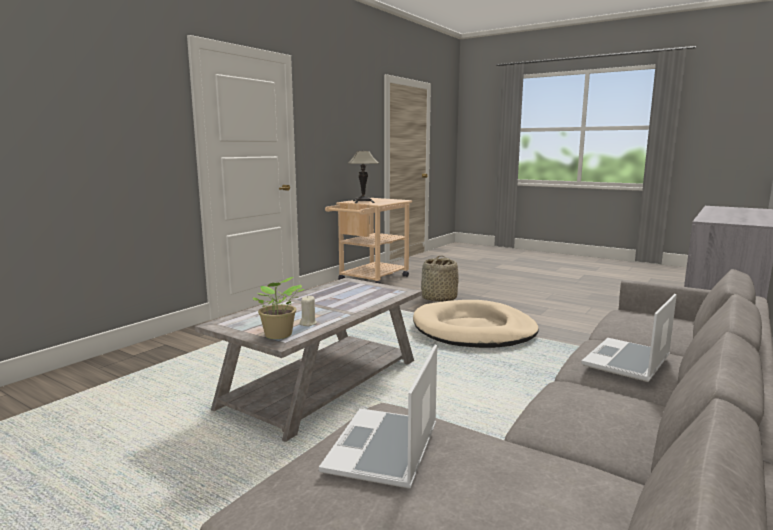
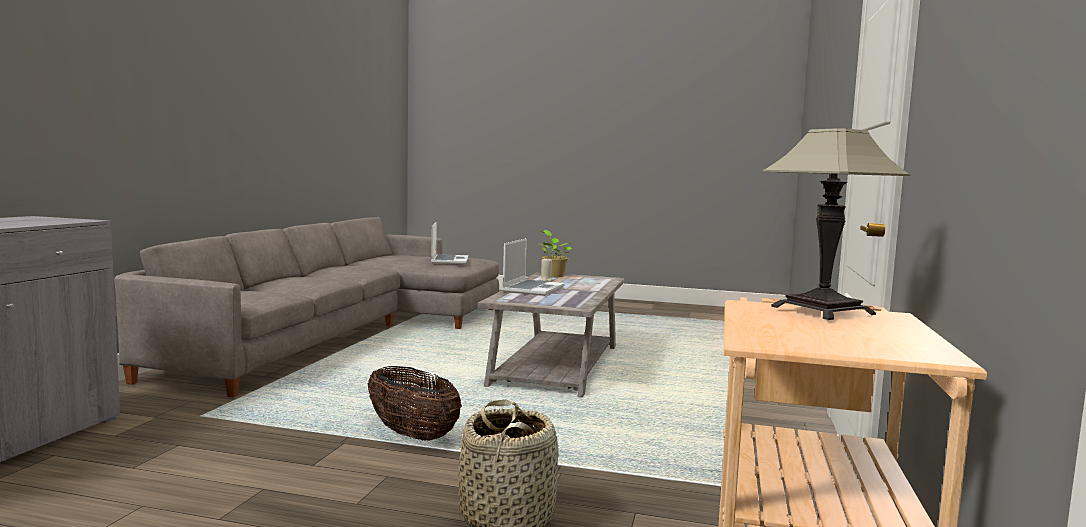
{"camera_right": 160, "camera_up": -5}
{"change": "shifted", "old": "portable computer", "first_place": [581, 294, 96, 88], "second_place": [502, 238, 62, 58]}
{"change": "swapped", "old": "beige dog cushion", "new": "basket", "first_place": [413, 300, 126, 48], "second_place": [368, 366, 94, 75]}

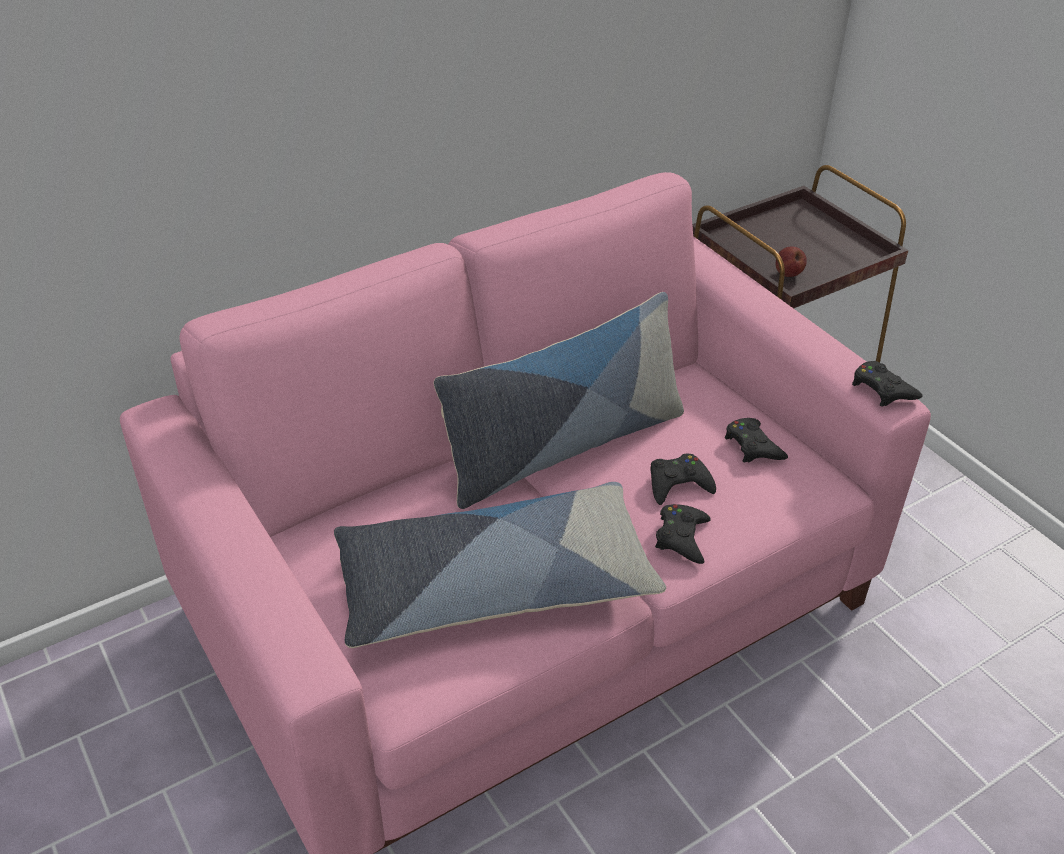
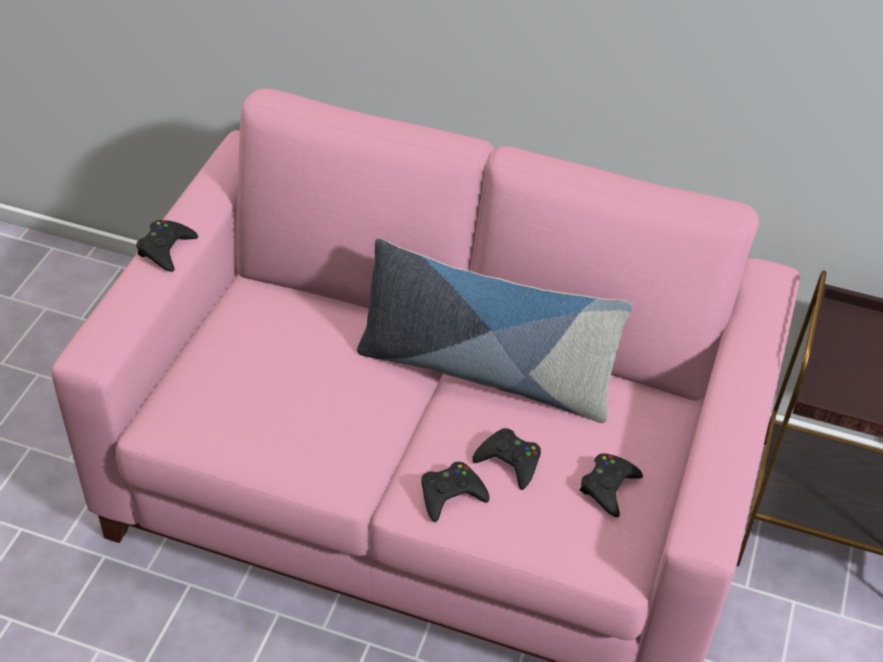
{"camera_right": 50, "camera_up": 5}
{"change": "gone", "old": "throw pillow", "first_place": [334, 482, 332, 166]}
{"change": "gone", "old": "apple", "first_place": [776, 247, 31, 30]}
{"change": "shifted", "old": "black joypad", "first_place": [852, 361, 71, 46], "second_place": [136, 220, 62, 52]}

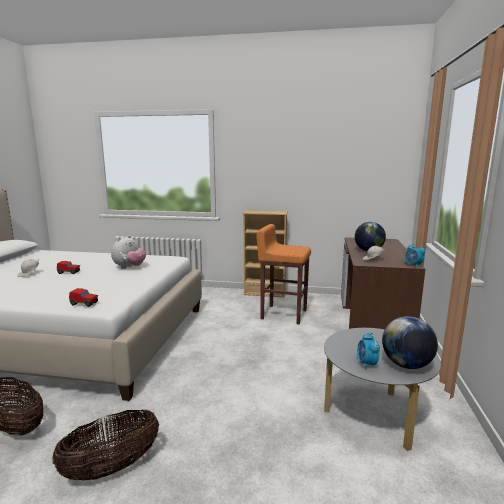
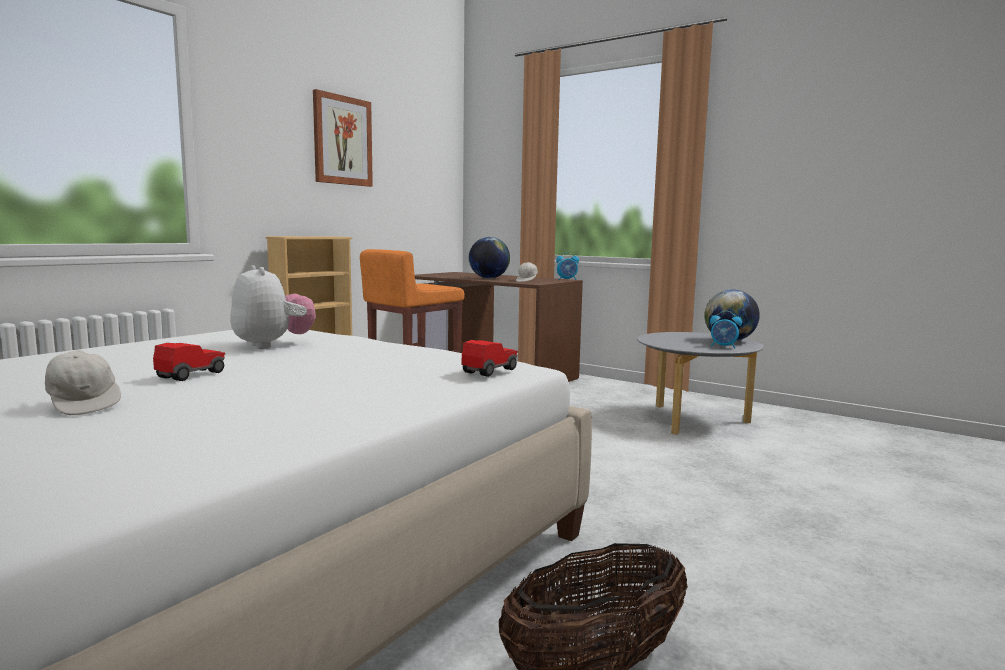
{"camera_right": -65, "camera_up": -5}
{"change": "gone", "old": "basket", "first_place": [52, 409, 107, 71]}
{"change": "new", "new": "picture", "second_place": [313, 89, 60, 98]}

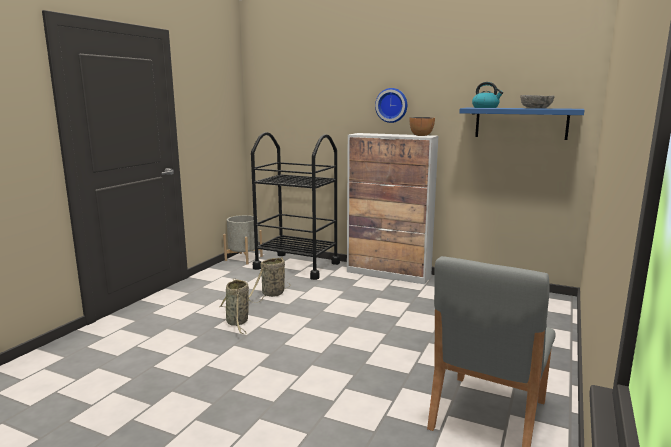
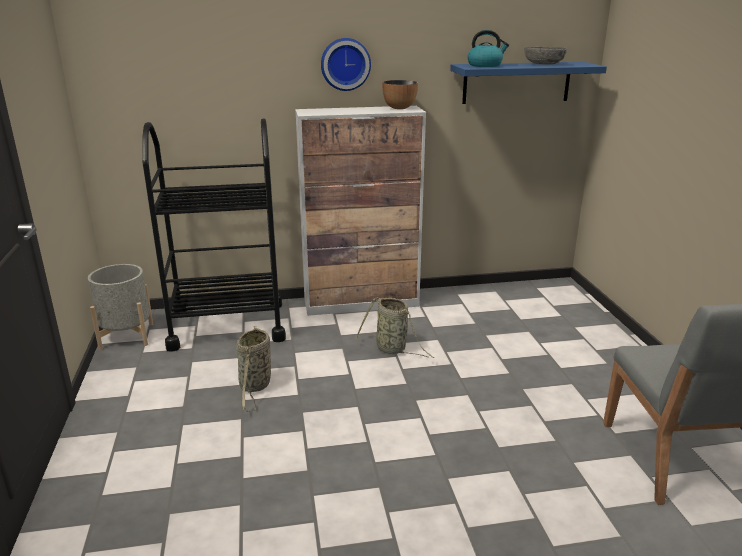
{"camera_right": -35, "camera_up": 10}
{"change": "shifted", "old": "basket", "first_place": [219, 278, 30, 56], "second_place": [356, 298, 78, 60]}

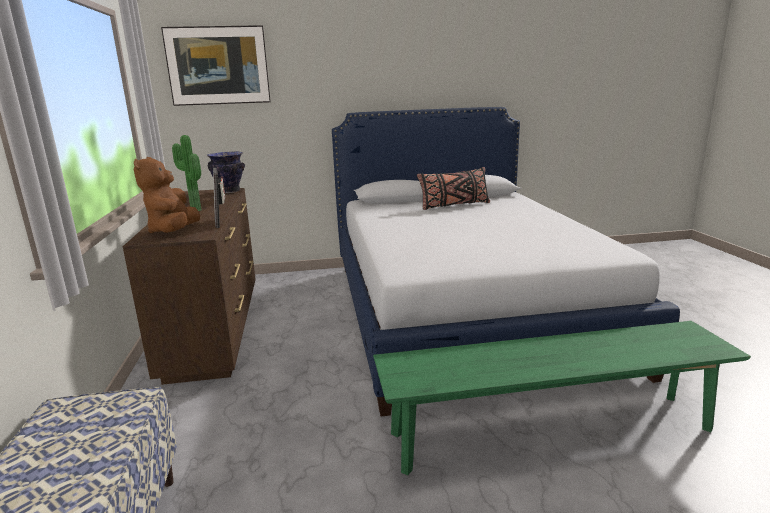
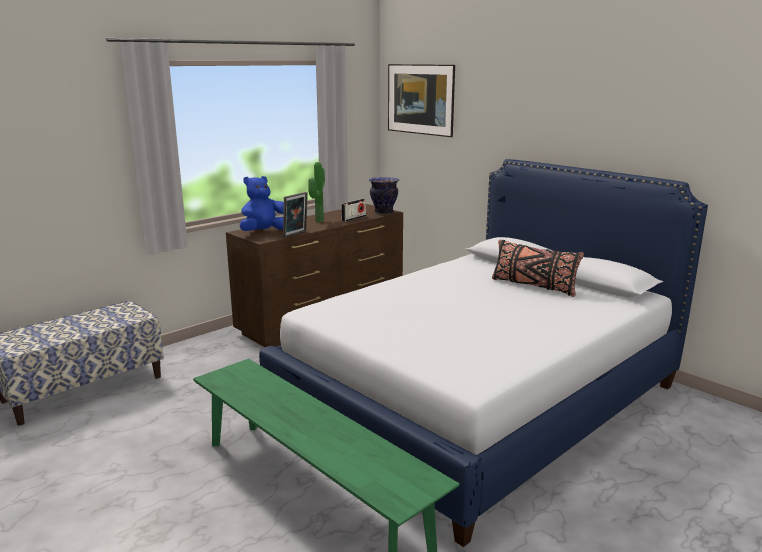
{"camera_right": 55, "camera_up": 0}
{"change": "repainted", "old": "brown soft toy", "new": "bluish soft toy", "first_place": [134, 157, 66, 76], "second_place": [240, 176, 44, 55]}

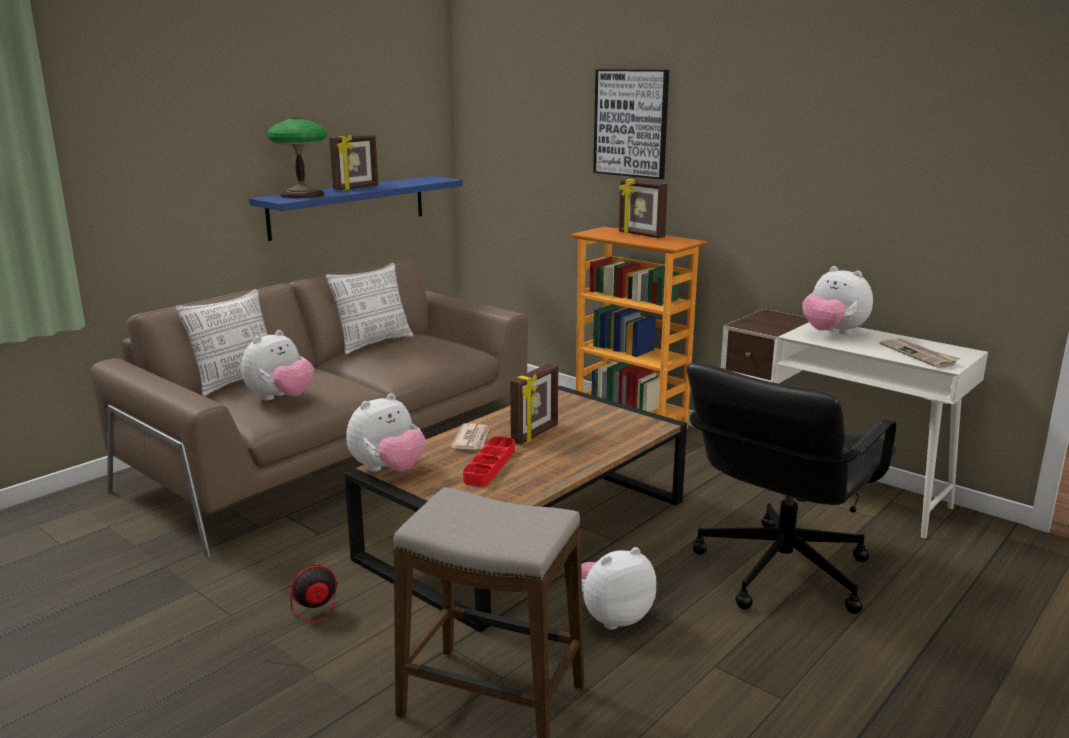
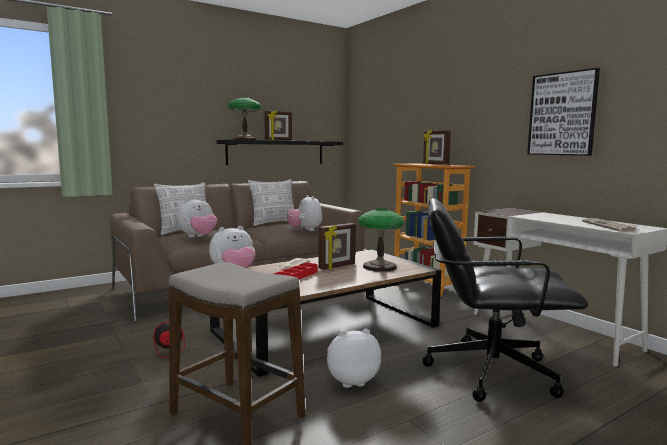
{"camera_right": 15, "camera_up": -10}
{"change": "new", "new": "lamp for a table", "second_place": [358, 208, 46, 64]}
{"change": "shifted", "old": "picture", "first_place": [593, 69, 76, 110], "second_place": [527, 68, 73, 88]}
{"change": "shifted", "old": "soft toy", "first_place": [802, 266, 71, 69], "second_place": [287, 195, 35, 36]}
{"change": "repainted", "old": "bluish wall shelf", "new": "black wall shelf", "first_place": [249, 176, 214, 65], "second_place": [216, 140, 127, 25]}
{"change": "rotated", "old": "black desk chair", "first_place": [687, 363, 209, 251], "second_place": [422, 198, 166, 204], "degrees": 45}

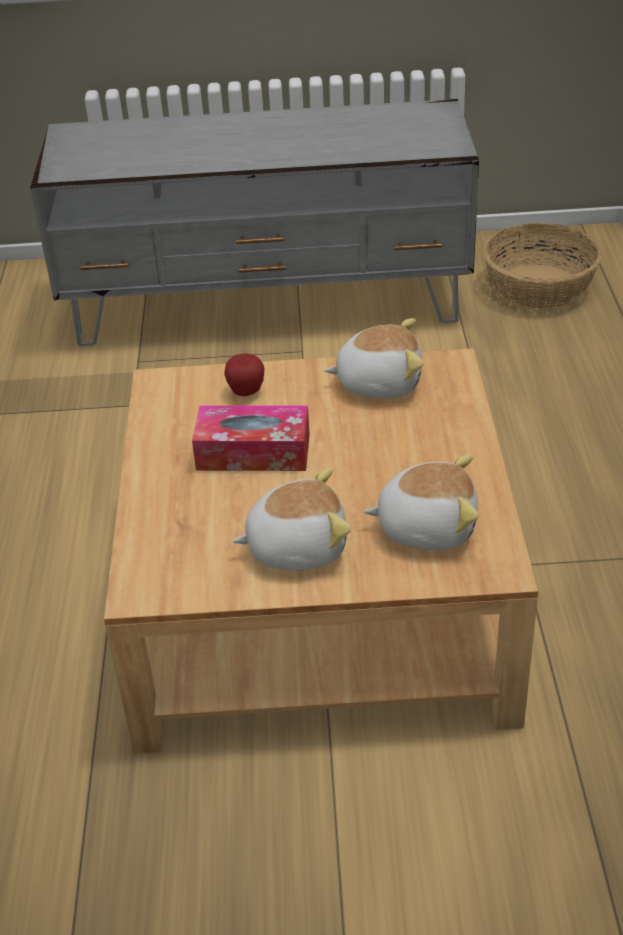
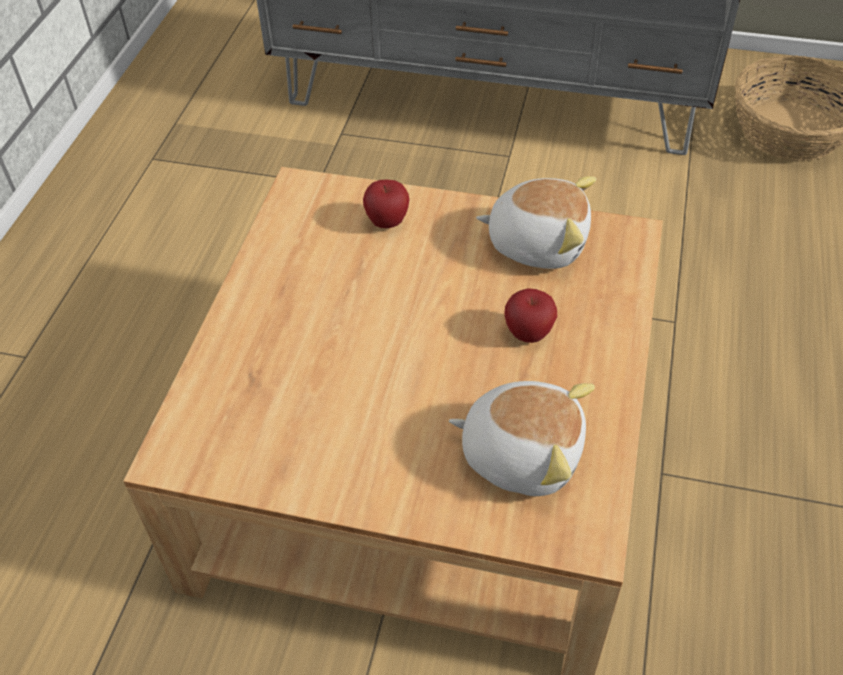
{"camera_right": 15, "camera_up": 10}
{"change": "gone", "old": "tissue holder", "first_place": [192, 405, 118, 66]}
{"change": "gone", "old": "soft toy", "first_place": [232, 468, 119, 102]}
{"change": "new", "new": "apple", "second_place": [504, 288, 53, 55]}

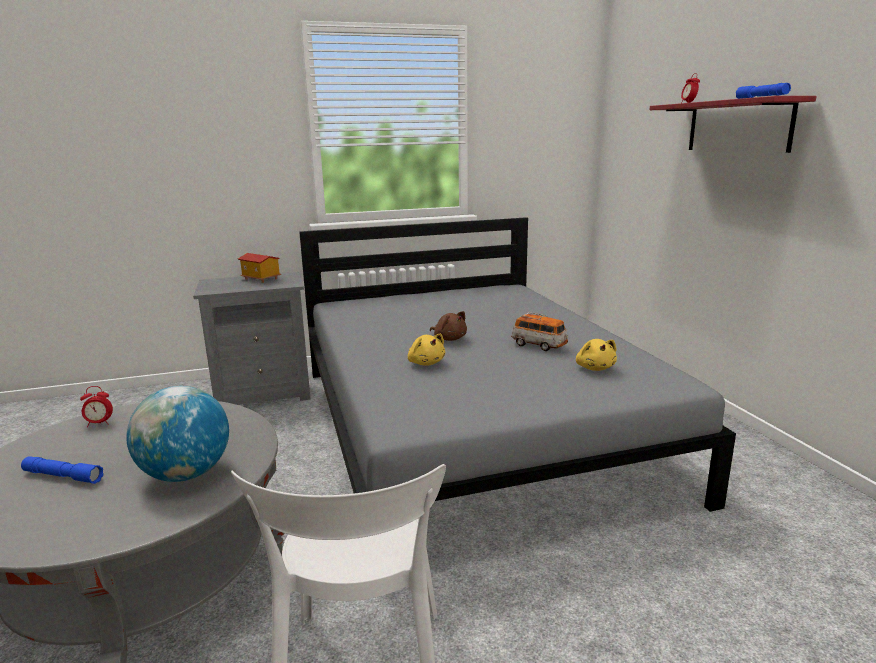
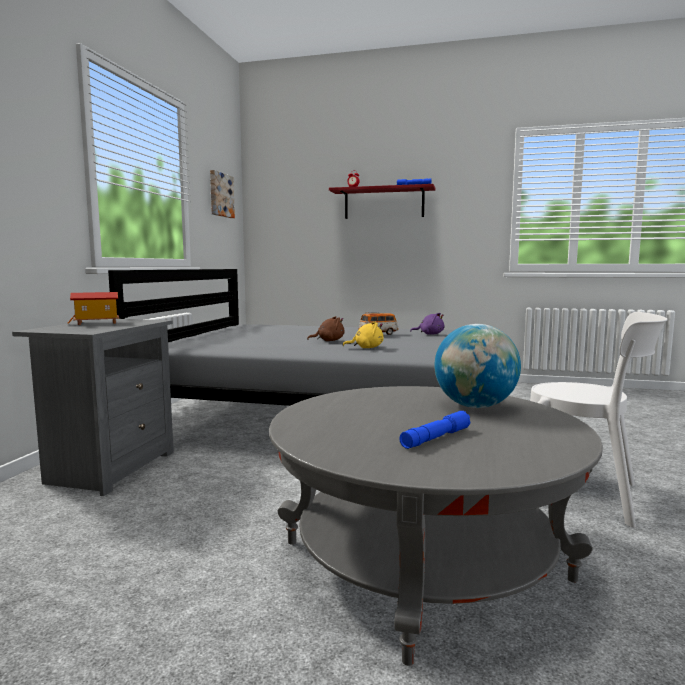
{"camera_right": -60, "camera_up": -10}
{"change": "gone", "old": "bedside clock", "first_place": [80, 386, 33, 41]}
{"change": "new", "new": "picture", "second_place": [210, 170, 25, 48]}
{"change": "repainted", "old": "yellowish soft toy", "new": "purple soft toy", "first_place": [576, 339, 41, 32], "second_place": [410, 313, 34, 22]}

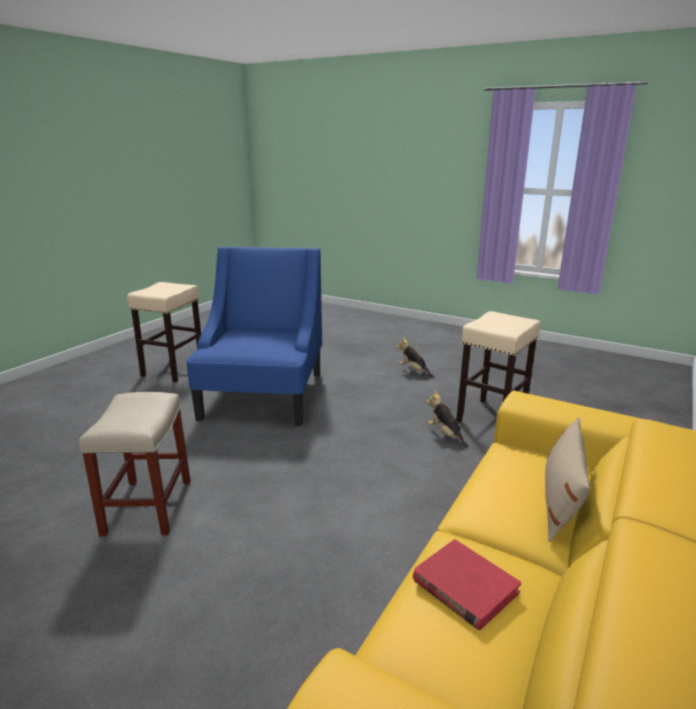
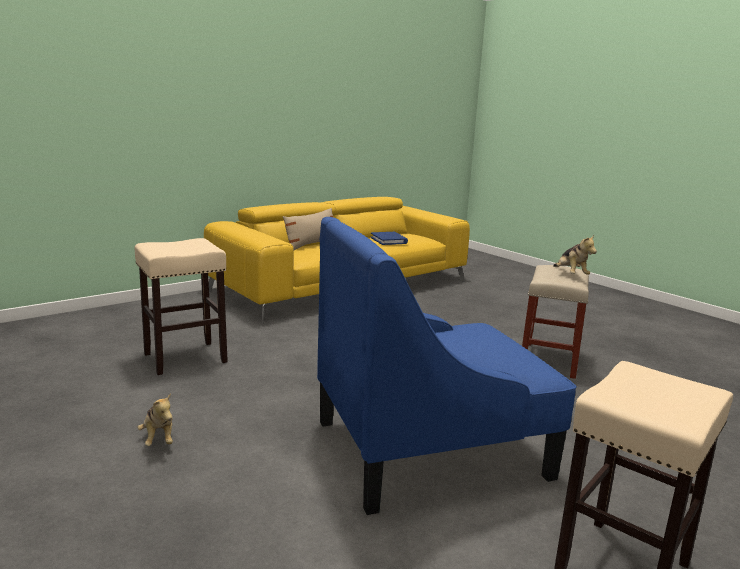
{"camera_right": -160, "camera_up": -5}
{"change": "shifted", "old": "soft toy", "first_place": [426, 390, 43, 58], "second_place": [553, 235, 44, 40]}
{"change": "repainted", "old": "reddish book", "new": "bluish book", "first_place": [413, 539, 108, 91], "second_place": [370, 232, 38, 13]}
{"change": "rotated", "old": "bluish lounge chair", "first_place": [186, 246, 136, 180], "second_place": [317, 217, 260, 298], "degrees": 45}

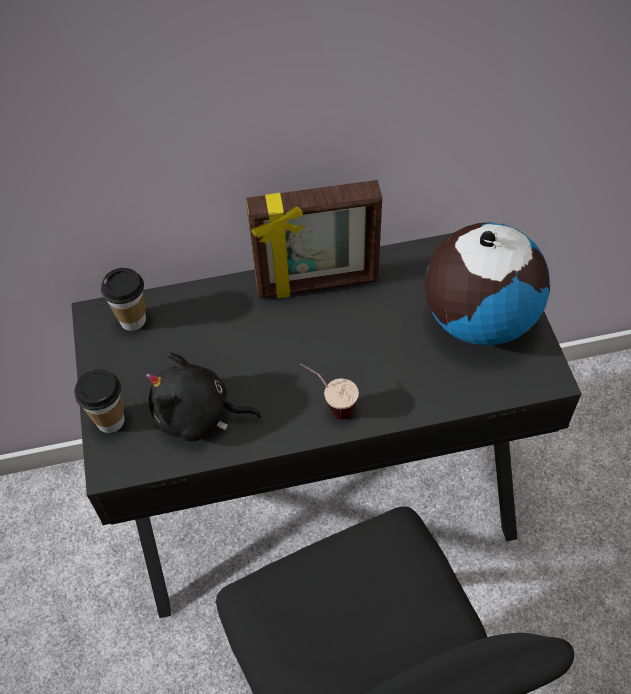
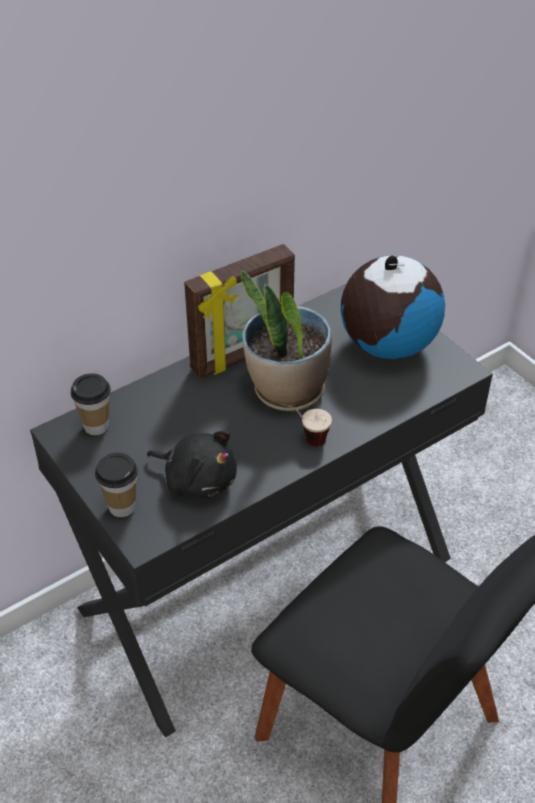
{"camera_right": -25, "camera_up": -10}
{"change": "new", "new": "potted plant", "second_place": [241, 270, 91, 142]}
{"change": "rotated", "old": "black soft toy", "first_place": [146, 353, 115, 88], "second_place": [147, 431, 90, 68], "degrees": -135}

